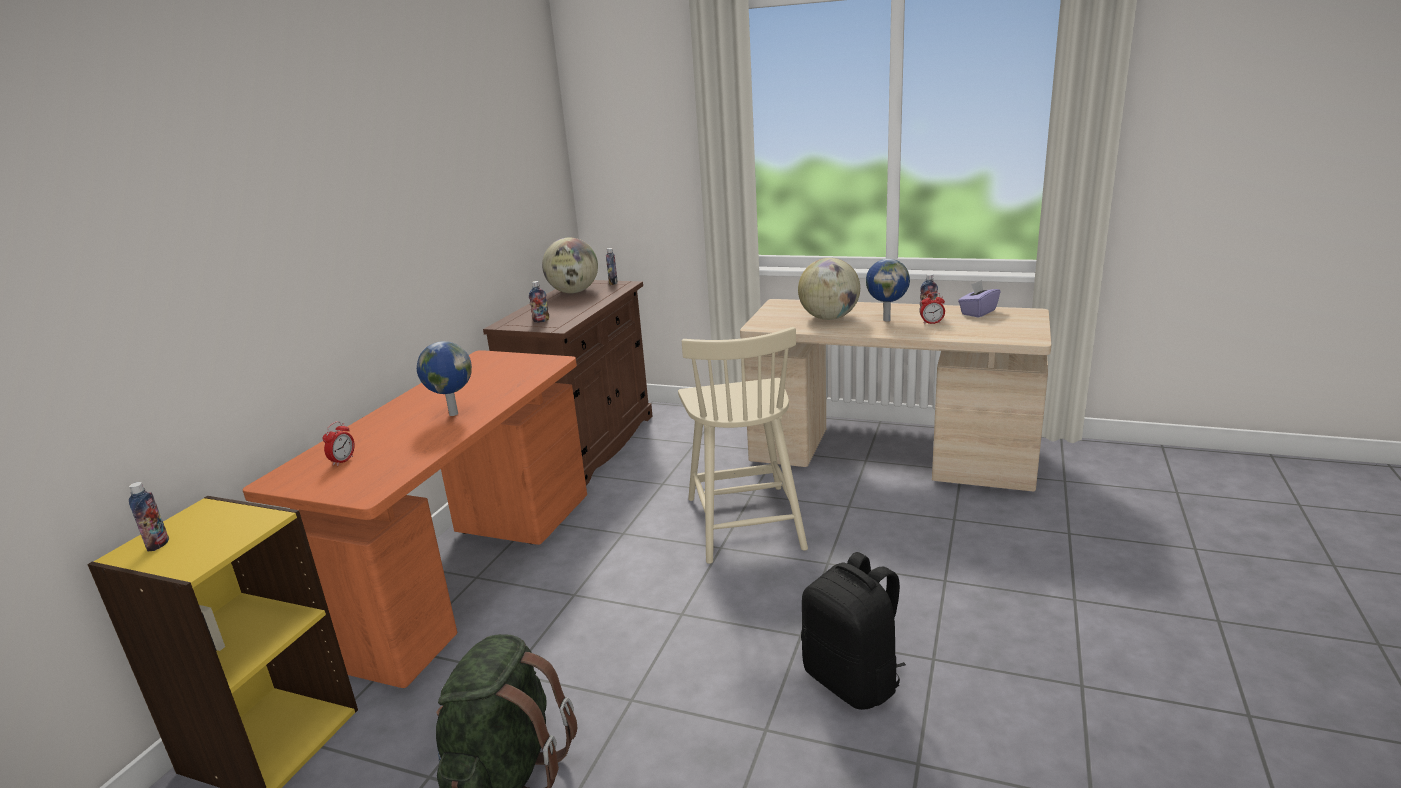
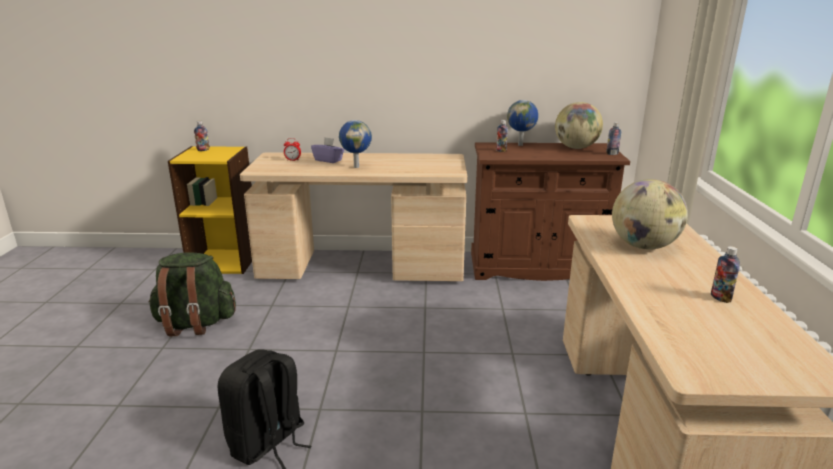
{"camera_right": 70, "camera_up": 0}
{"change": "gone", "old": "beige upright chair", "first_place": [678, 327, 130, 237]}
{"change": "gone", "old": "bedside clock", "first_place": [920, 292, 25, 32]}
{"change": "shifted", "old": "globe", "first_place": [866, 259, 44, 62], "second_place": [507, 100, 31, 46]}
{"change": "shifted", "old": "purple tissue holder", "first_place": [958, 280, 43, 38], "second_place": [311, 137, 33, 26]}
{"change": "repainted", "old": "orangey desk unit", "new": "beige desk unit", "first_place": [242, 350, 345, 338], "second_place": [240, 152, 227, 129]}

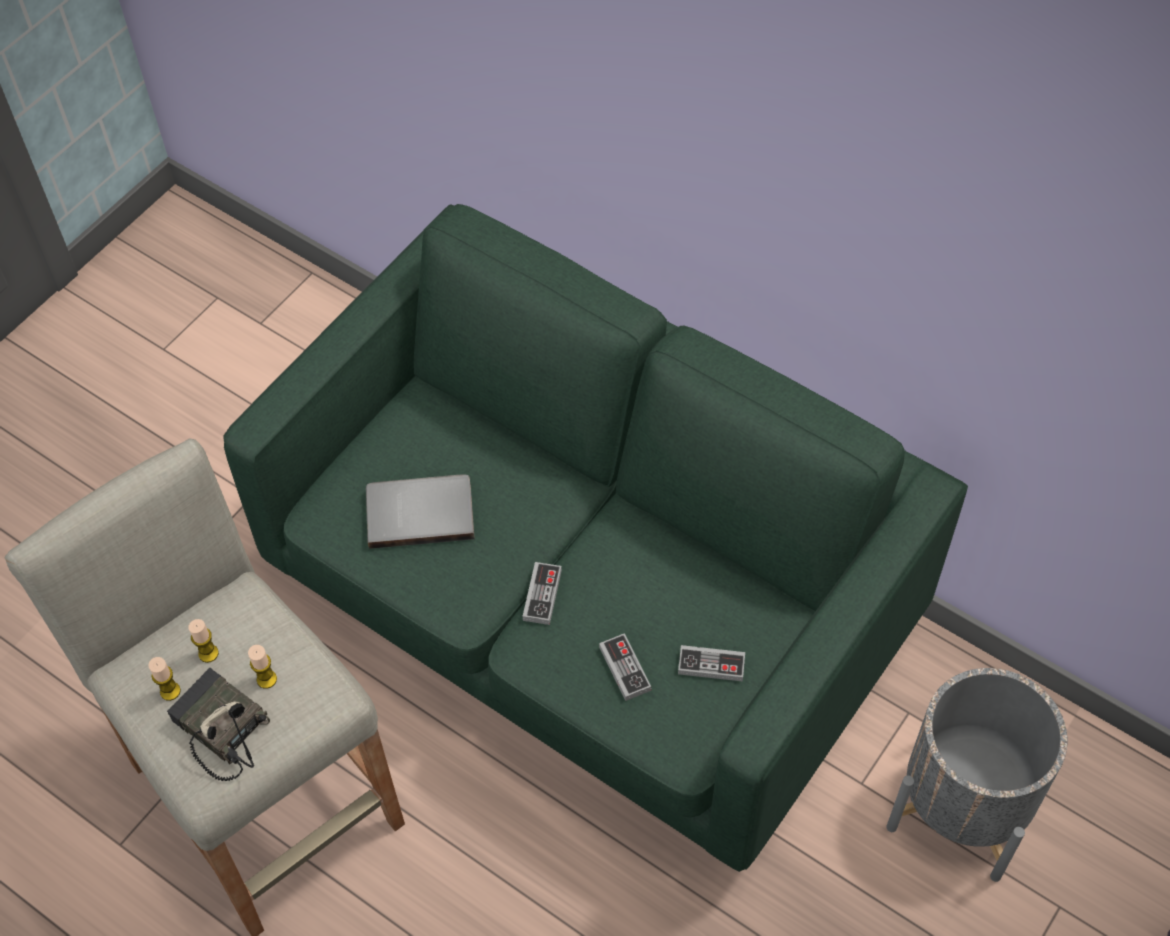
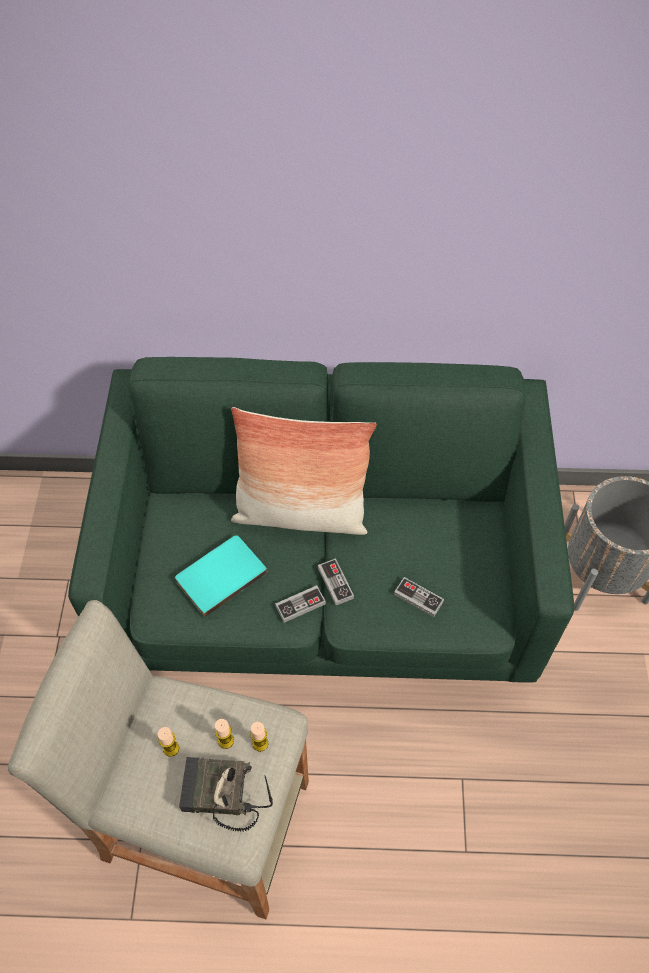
{"camera_right": -35, "camera_up": 0}
{"change": "new", "new": "throw pillow", "second_place": [231, 407, 146, 128]}
{"change": "shifted", "old": "candle", "first_place": [148, 657, 33, 44], "second_place": [250, 722, 18, 30]}
{"change": "shifted", "old": "joypad", "first_place": [678, 645, 67, 37], "second_place": [275, 585, 51, 38]}
{"change": "repainted", "old": "grey book", "new": "turquoise-coloured book", "first_place": [366, 474, 109, 75], "second_place": [175, 535, 93, 83]}

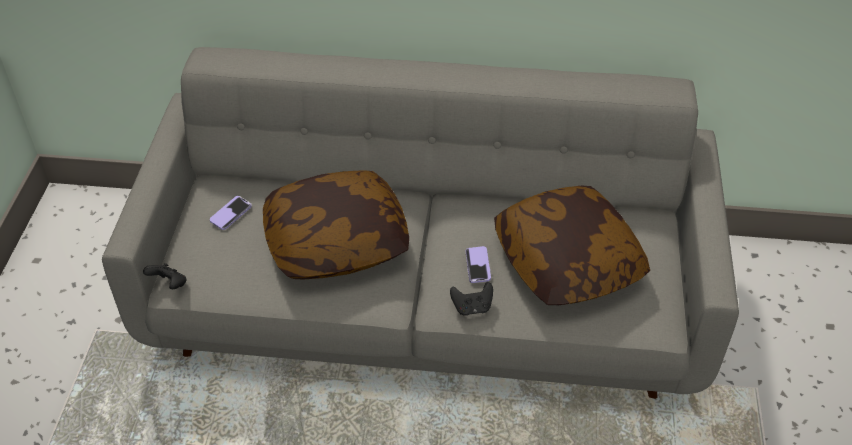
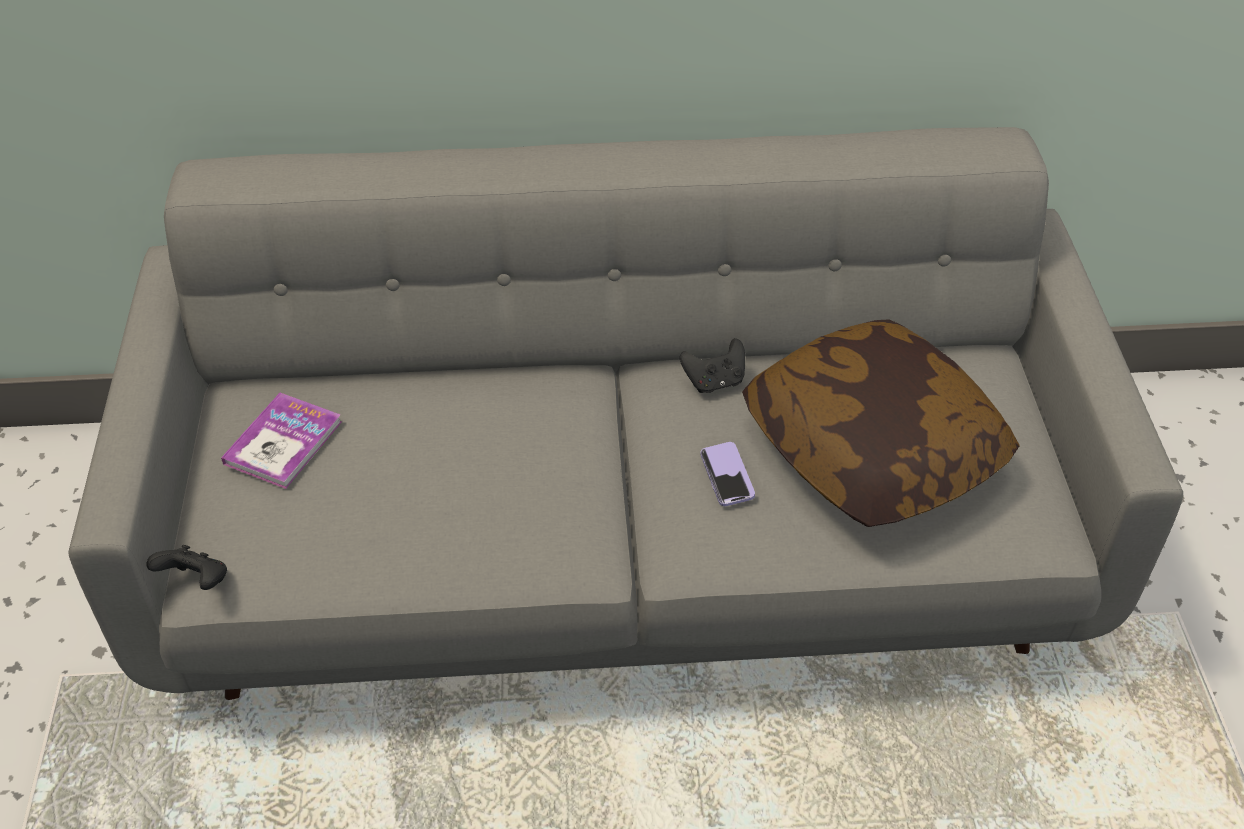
{"camera_right": -10, "camera_up": 0}
{"change": "gone", "old": "throw pillow", "first_place": [263, 170, 146, 109]}
{"change": "shifted", "old": "black joypad", "first_place": [450, 282, 43, 34], "second_place": [680, 338, 65, 55]}
{"change": "swapped", "old": "phone", "new": "book", "first_place": [210, 196, 42, 34], "second_place": [221, 393, 121, 96]}

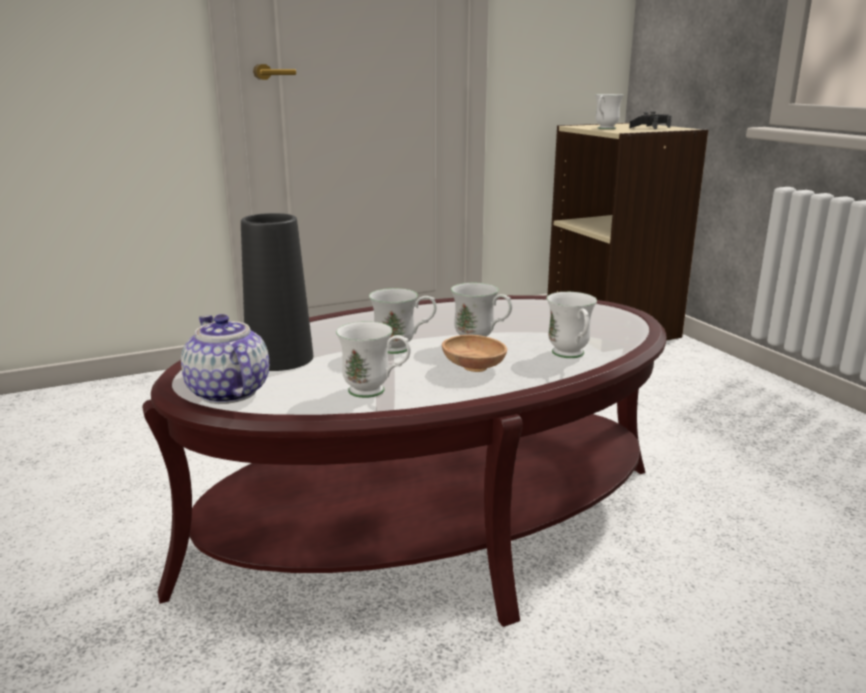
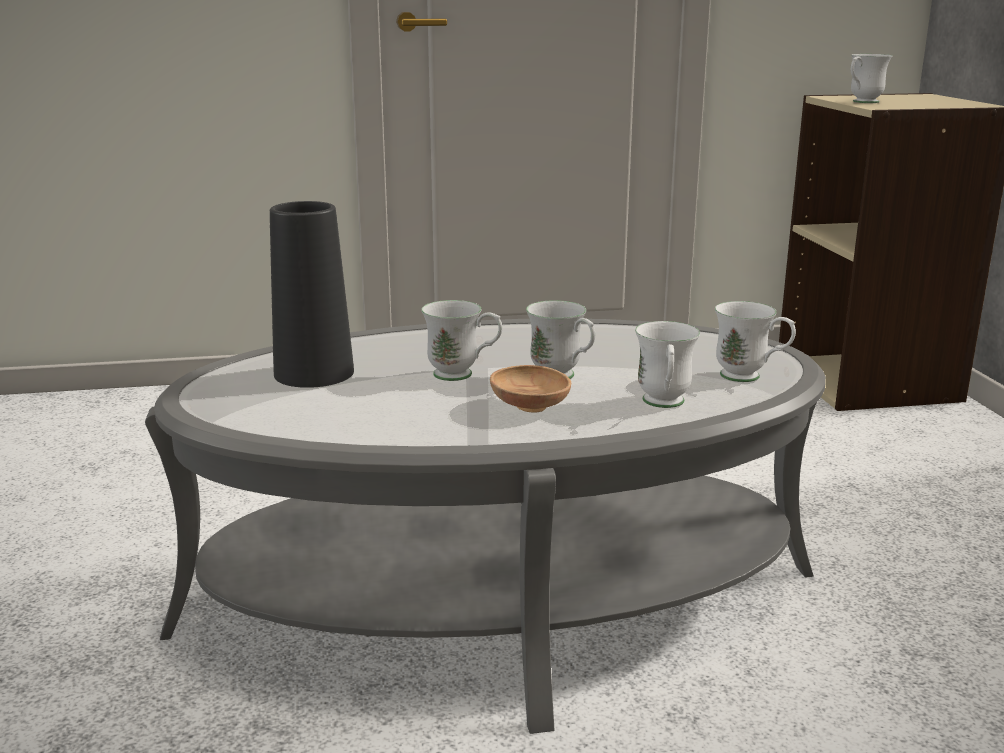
{"camera_right": 15, "camera_up": 0}
{"change": "gone", "old": "pot for tea", "first_place": [181, 314, 88, 90]}
{"change": "gone", "old": "black joypad", "first_place": [629, 111, 42, 18]}
{"change": "shifted", "old": "whitish mug", "first_place": [336, 321, 75, 77], "second_place": [715, 301, 81, 81]}
{"change": "repainted", "old": "brown low table", "new": "grey low table", "first_place": [142, 295, 525, 332], "second_place": [145, 319, 681, 415]}

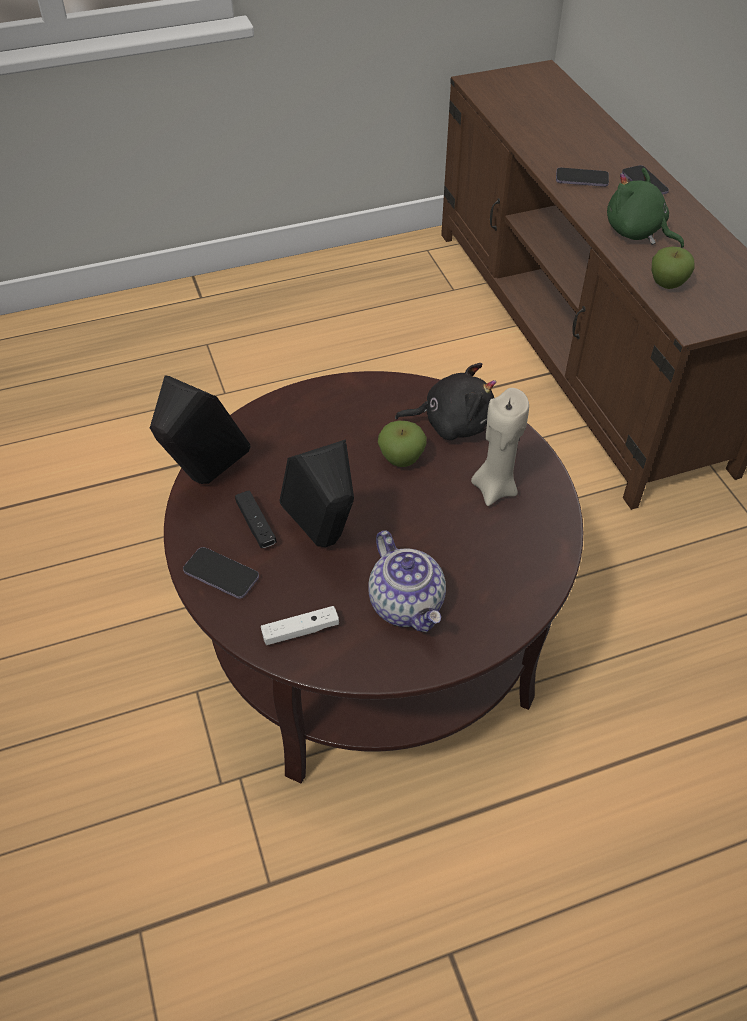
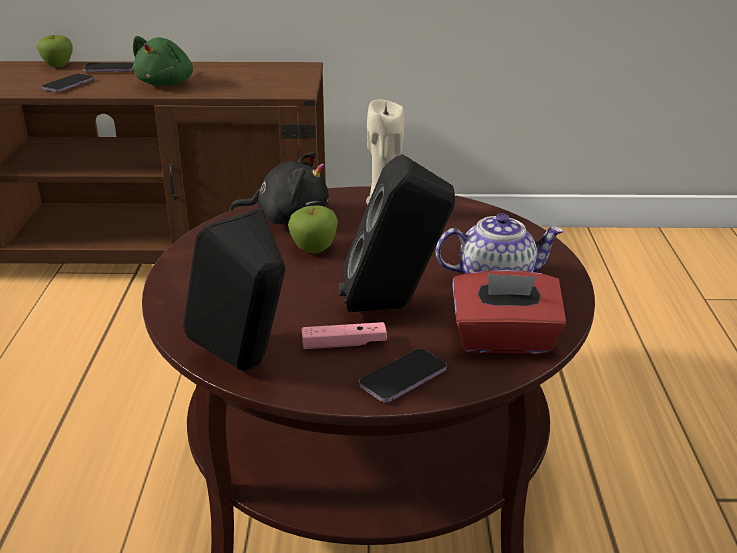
{"camera_right": -70, "camera_up": -20}
{"change": "shifted", "old": "apple", "first_place": [652, 247, 42, 42], "second_place": [37, 35, 35, 32]}
{"change": "swapped", "old": "whitish joypad", "new": "reddish tissue holder", "first_place": [261, 606, 78, 39], "second_place": [452, 270, 114, 84]}
{"change": "repainted", "old": "black joypad", "new": "pinkish joypad", "first_place": [235, 490, 42, 58], "second_place": [302, 322, 85, 27]}
{"change": "rotated", "old": "black soft toy", "first_place": [395, 363, 101, 77], "second_place": [230, 152, 99, 72], "degrees": 75}
{"change": "rotated", "old": "green-coloured soft toy", "first_place": [607, 168, 77, 80], "second_place": [133, 36, 60, 50], "degrees": -45}

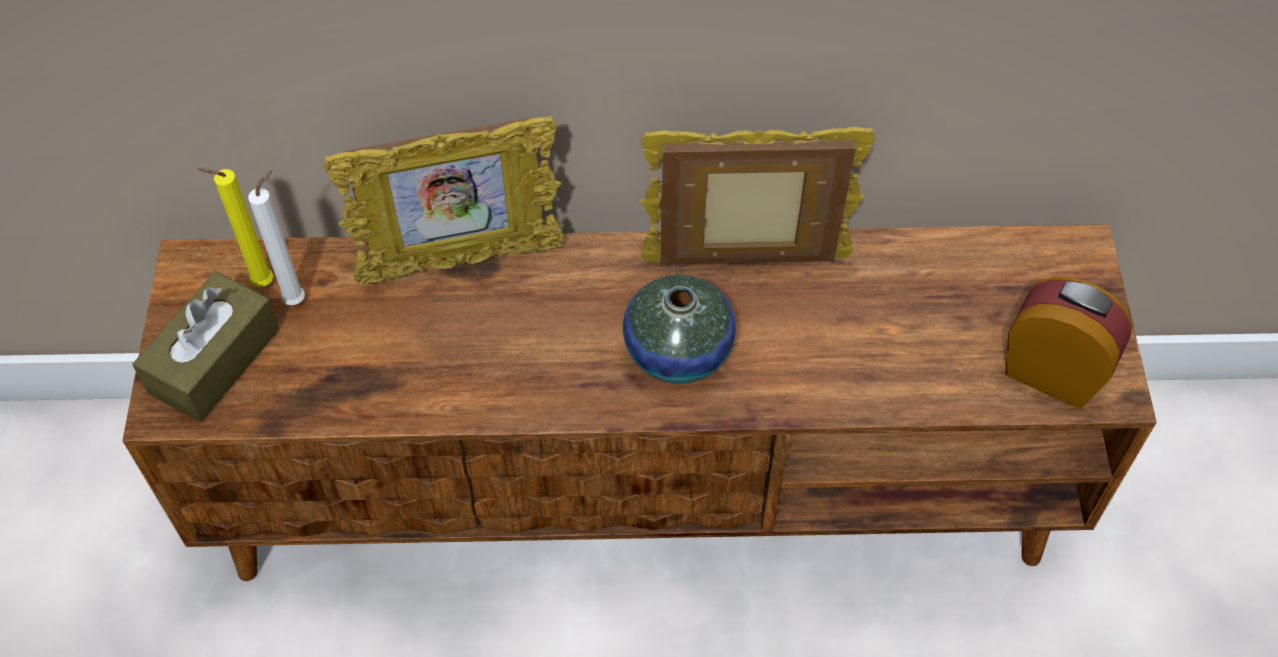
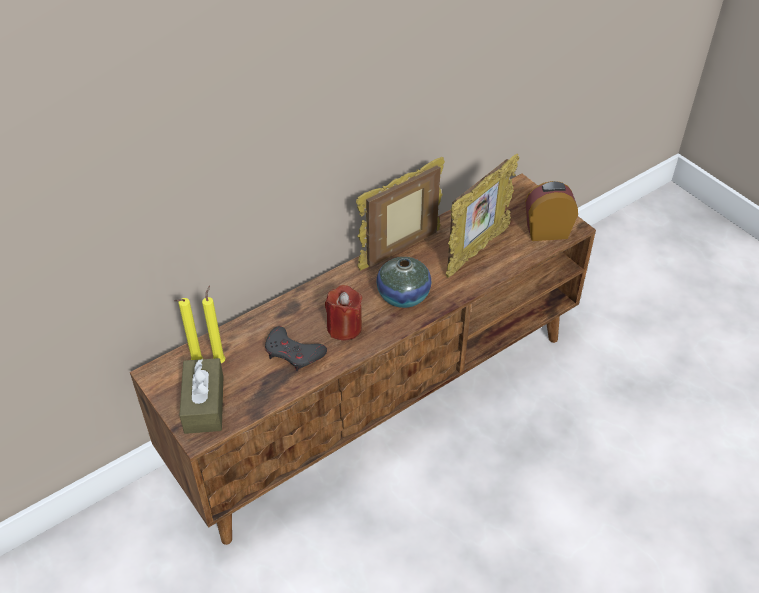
{"camera_right": -35, "camera_up": -10}
{"change": "new", "new": "grey joypad", "second_place": [265, 326, 62, 45]}
{"change": "new", "new": "reddish candle", "second_place": [325, 285, 37, 55]}
{"change": "shifted", "old": "photo frame", "first_place": [324, 116, 240, 169], "second_place": [446, 154, 73, 124]}
{"change": "repainted", "old": "whitish candle", "new": "yellowish candle", "first_place": [248, 170, 57, 135], "second_place": [202, 285, 23, 78]}

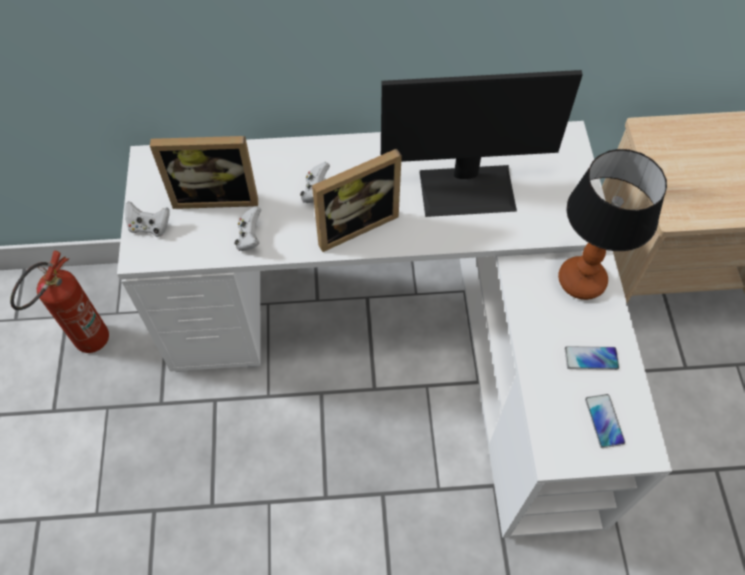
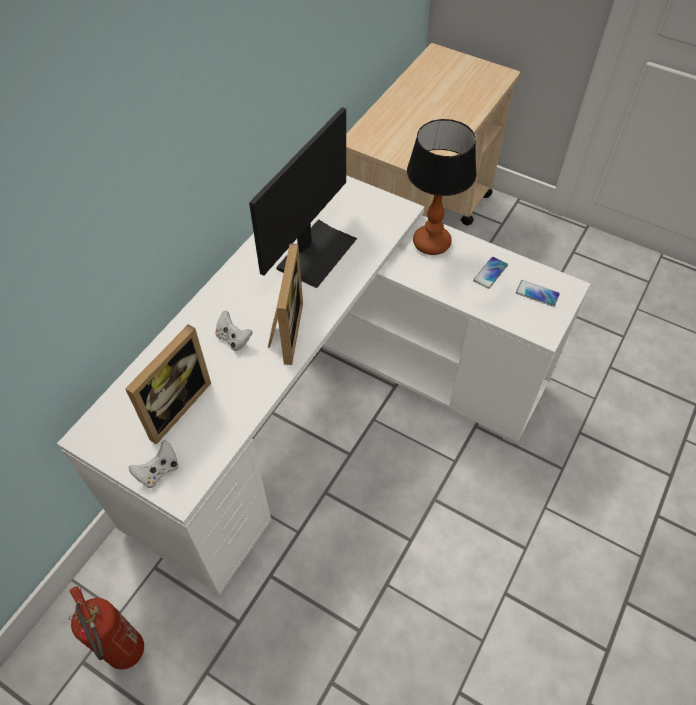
{"camera_right": -55, "camera_up": -5}
{"change": "gone", "old": "whitish joypad", "first_place": [235, 206, 26, 45]}

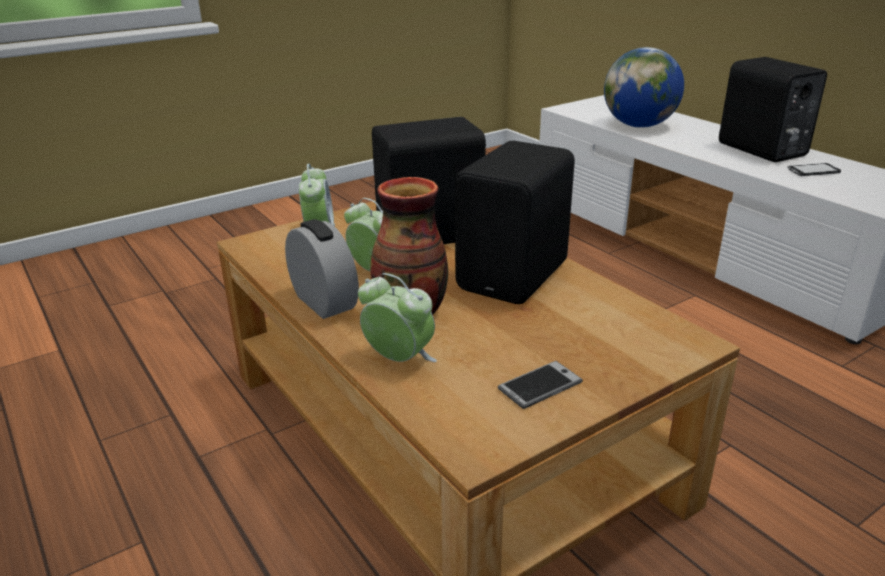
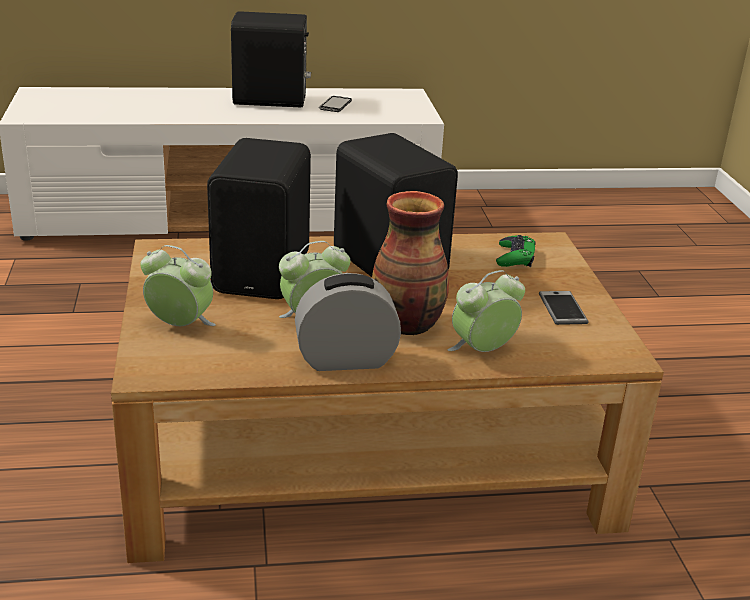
{"camera_right": -65, "camera_up": 0}
{"change": "gone", "old": "globe", "first_place": [604, 47, 80, 81]}
{"change": "new", "new": "green-coloured joypad", "second_place": [496, 235, 40, 32]}

